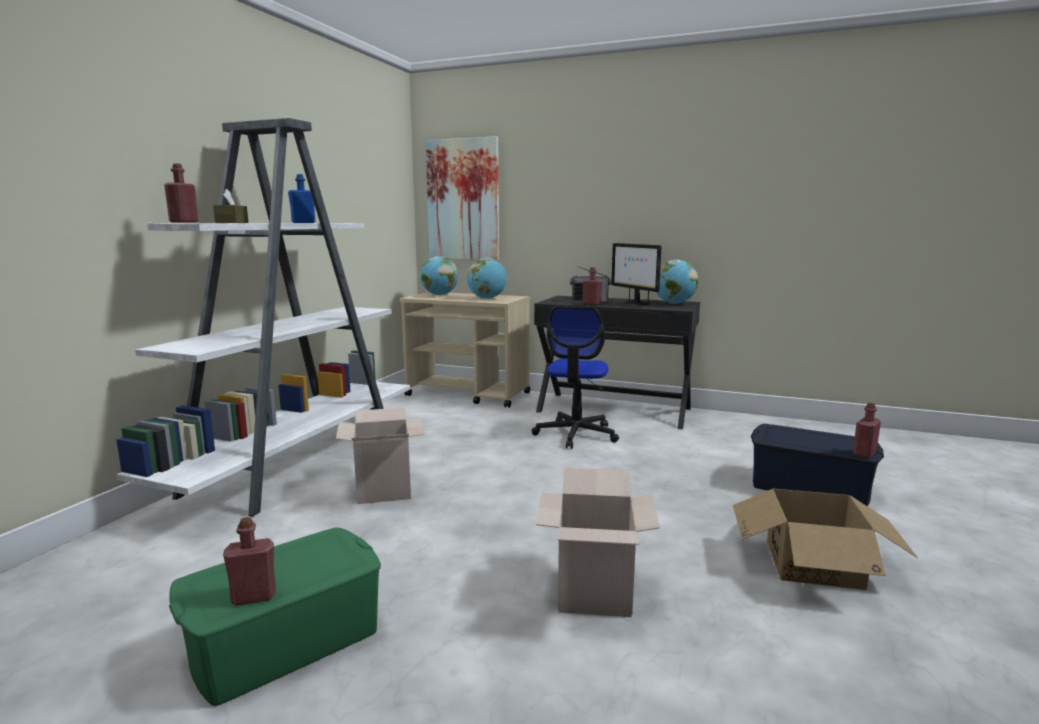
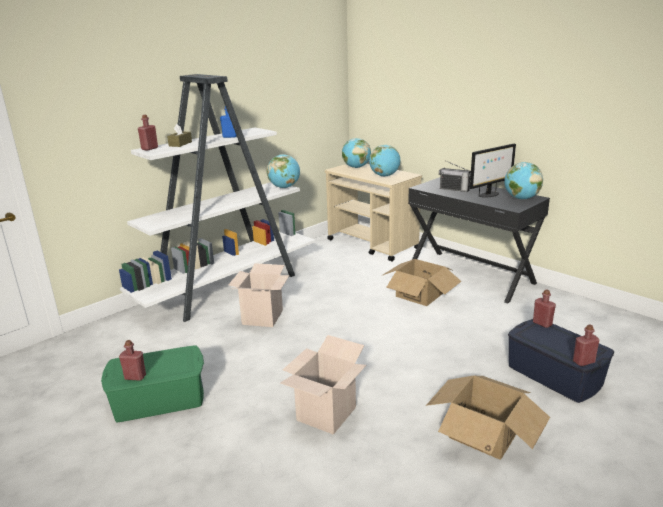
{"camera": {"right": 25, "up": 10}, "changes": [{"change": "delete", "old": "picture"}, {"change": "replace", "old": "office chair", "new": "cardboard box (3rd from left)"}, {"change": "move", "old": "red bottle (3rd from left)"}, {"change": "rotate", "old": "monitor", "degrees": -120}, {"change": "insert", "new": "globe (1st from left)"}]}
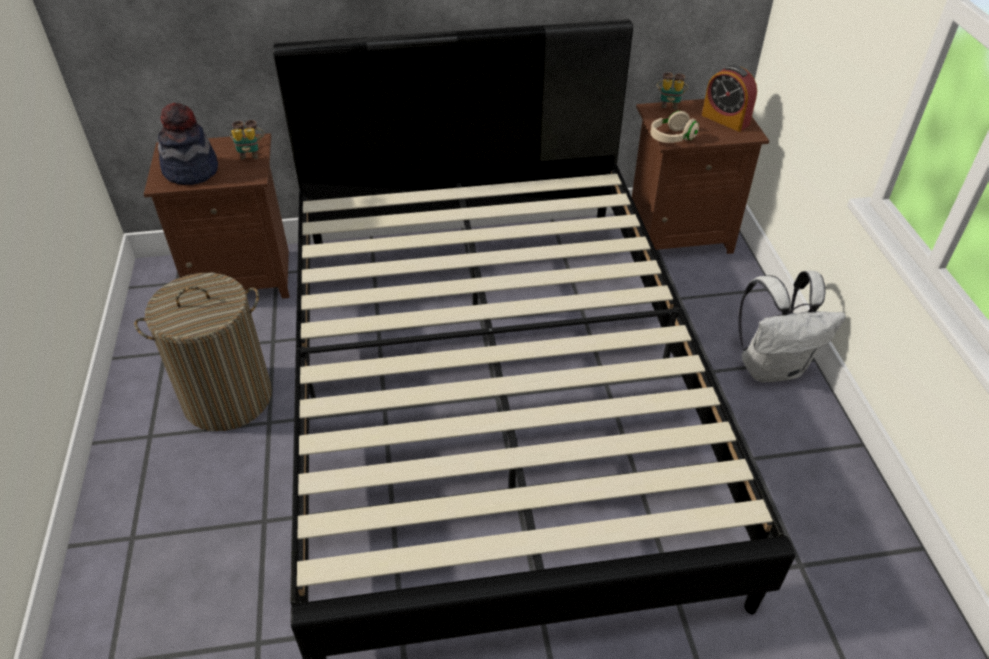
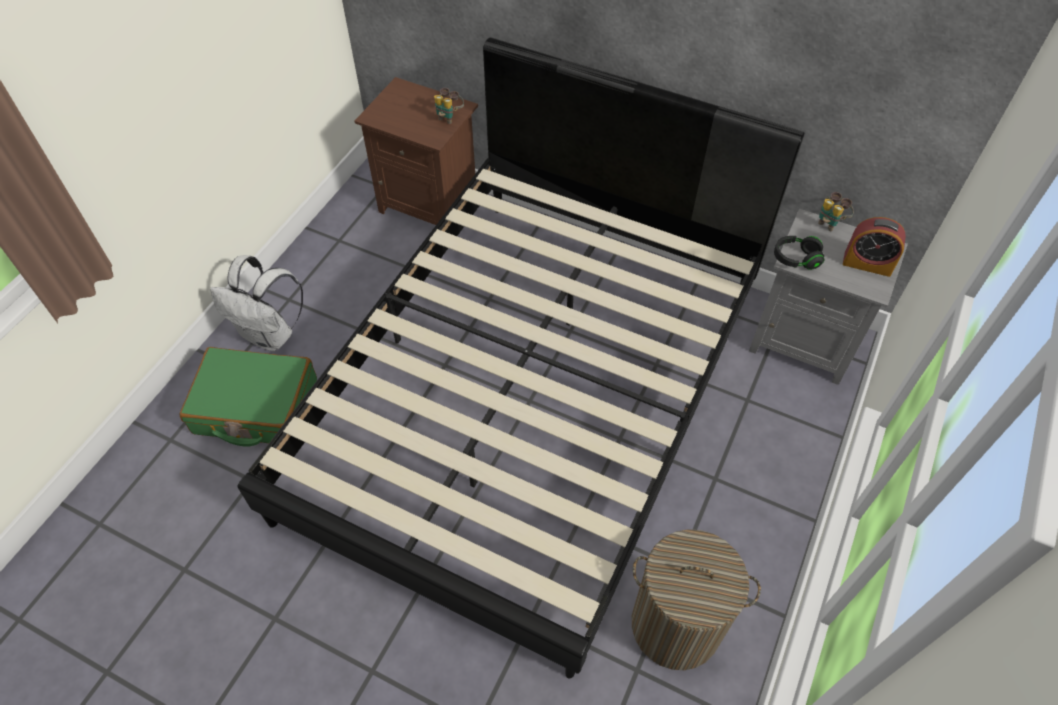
{"camera": {"right": 35, "up": 10}, "changes": [{"change": "move", "old": "laundry basket"}, {"change": "delete", "old": "hat"}, {"change": "recolor", "old": "brown nightstand (2nd from left)", "new": "grey nightstand"}, {"change": "recolor", "old": "beige headphones", "new": "black headphones"}, {"change": "rotate", "old": "alarm clock", "degrees": -60}, {"change": "move", "old": "white backpack"}, {"change": "insert", "new": "green suitcase"}]}
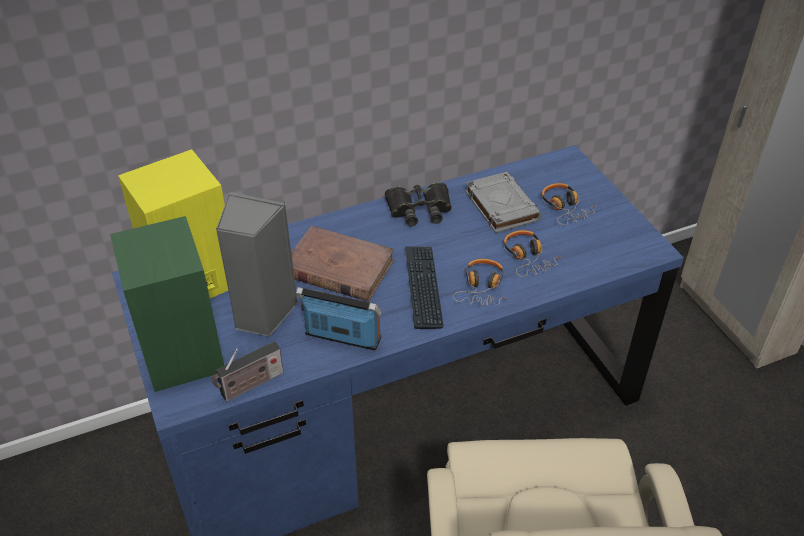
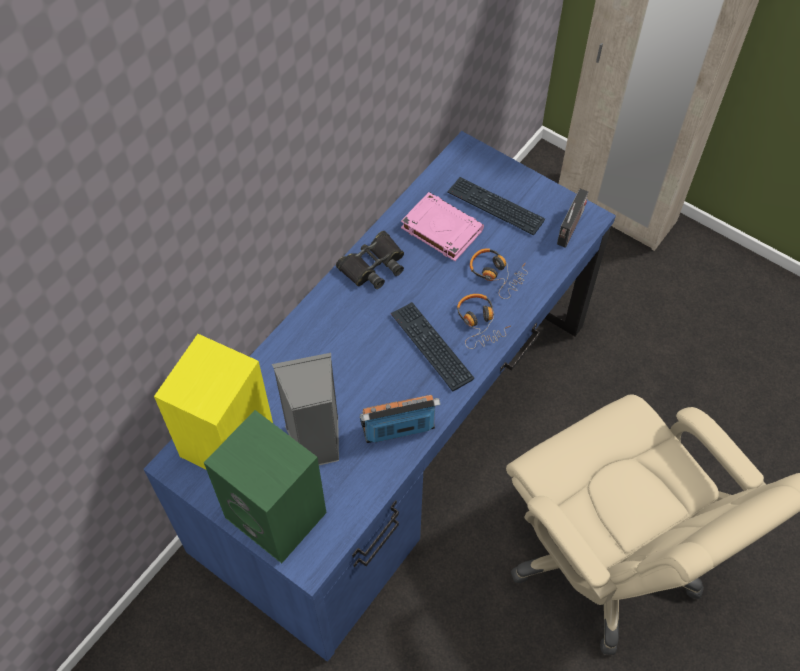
{"camera": {"right": -30, "up": 15}, "changes": [{"change": "move", "old": "radio (1st from left in the first image)", "new": "radio (2nd from left)"}, {"change": "delete", "old": "brown book"}, {"change": "recolor", "old": "grey book", "new": "pink book"}, {"change": "replace", "old": "headphones (3rd from left)", "new": "keyboard (2nd from left)"}]}
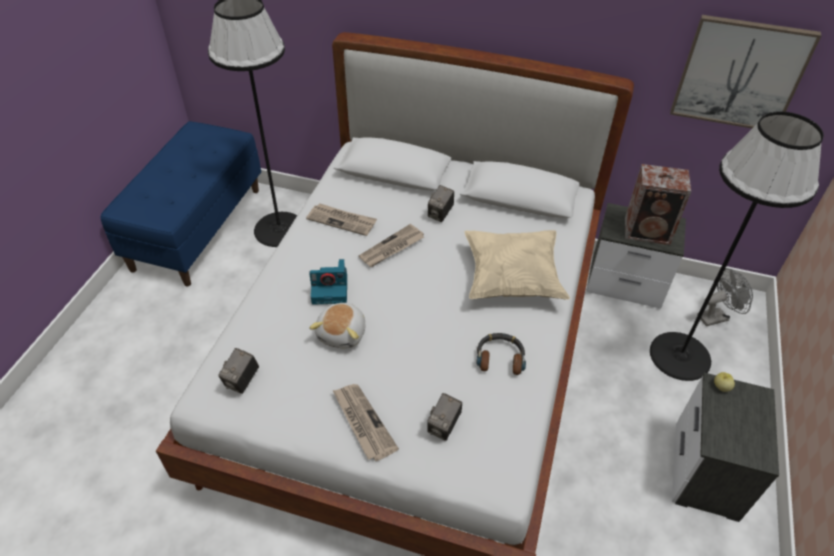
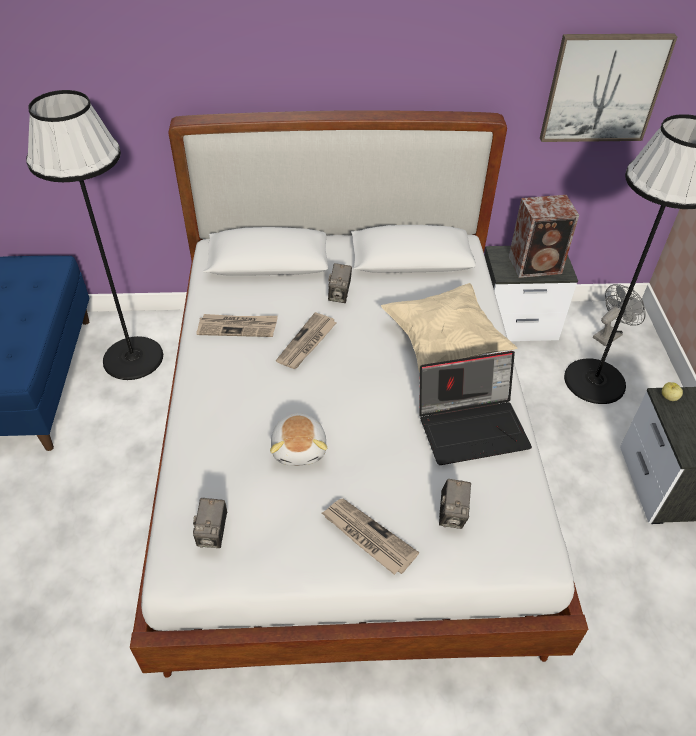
{"camera": {"right": -20, "up": 0}, "changes": [{"change": "delete", "old": "photo camera (2nd from left)"}, {"change": "replace", "old": "headphones", "new": "laptop"}]}
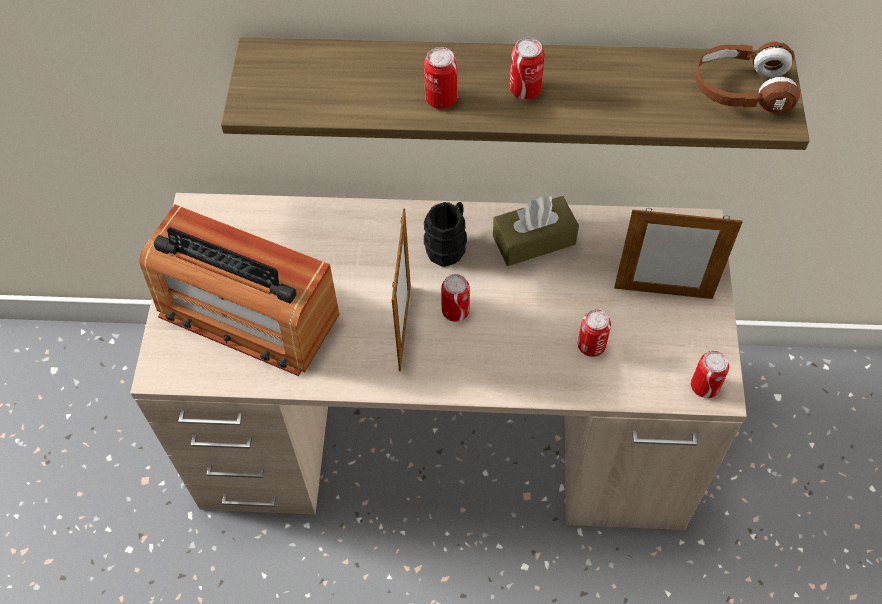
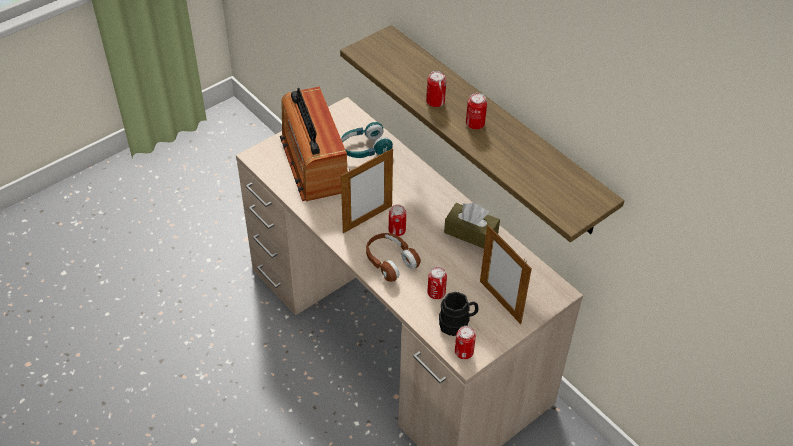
{"camera": {"right": 45, "up": -10}, "changes": [{"change": "move", "old": "black mug"}, {"change": "move", "old": "brown headphones"}, {"change": "insert", "new": "turquoise headphones"}]}
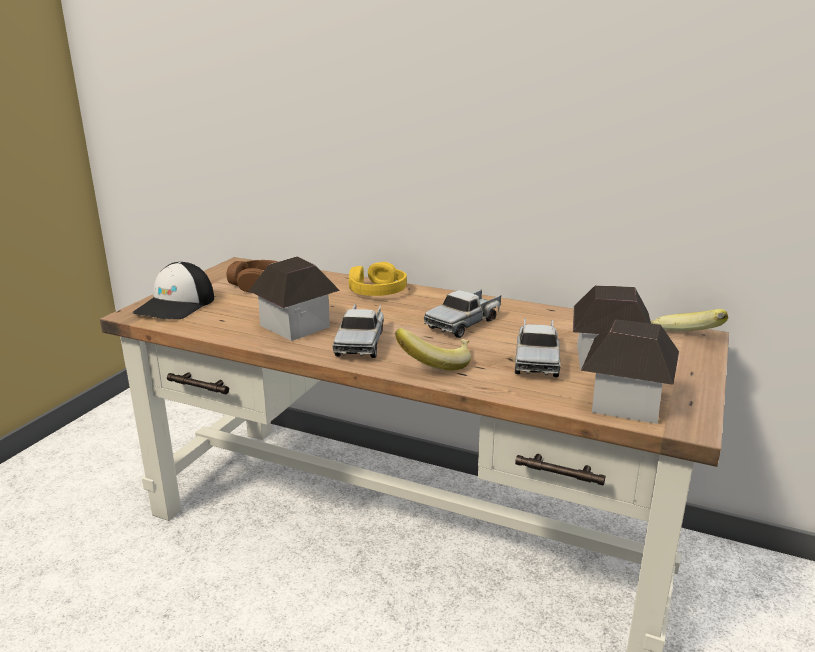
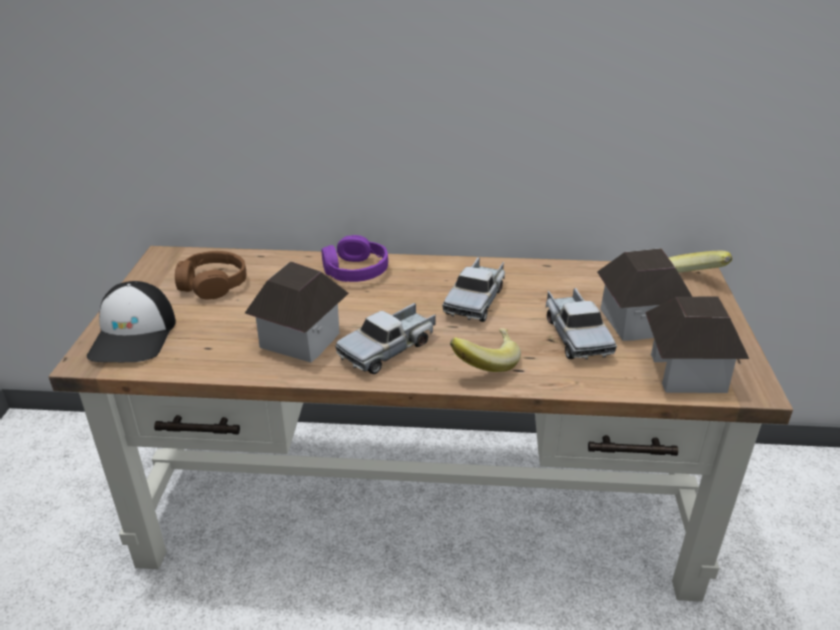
{"camera": {"right": -20, "up": 10}, "changes": [{"change": "rotate", "old": "toy truck (1st from left)", "degrees": 60}, {"change": "recolor", "old": "yellow headphones", "new": "purple headphones"}]}
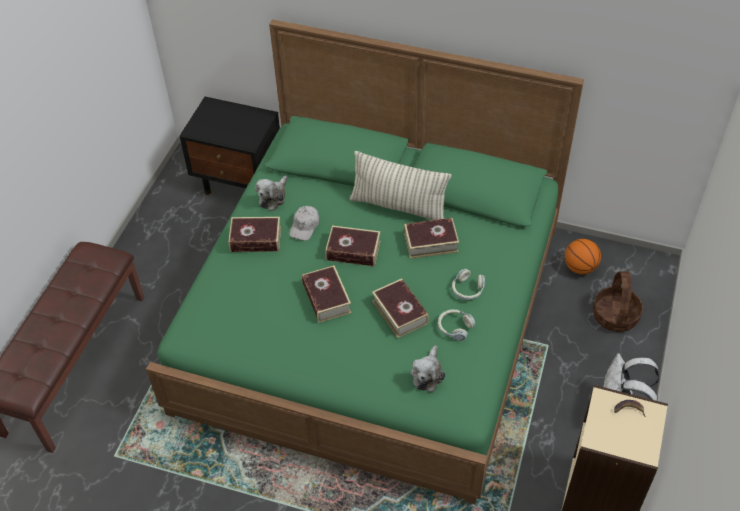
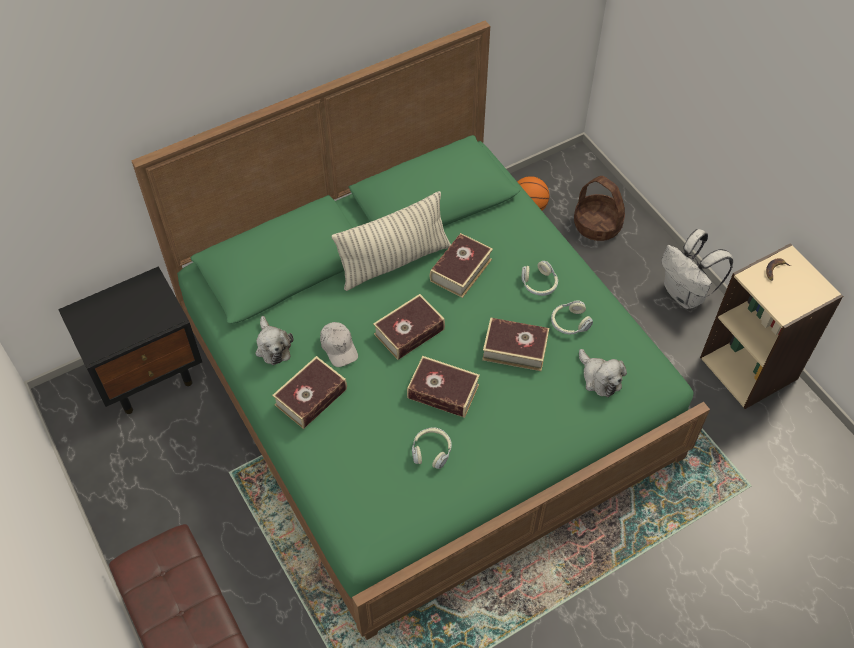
{"camera": {"right": -50, "up": 5}, "changes": [{"change": "insert", "new": "headphones (1st from left)"}]}
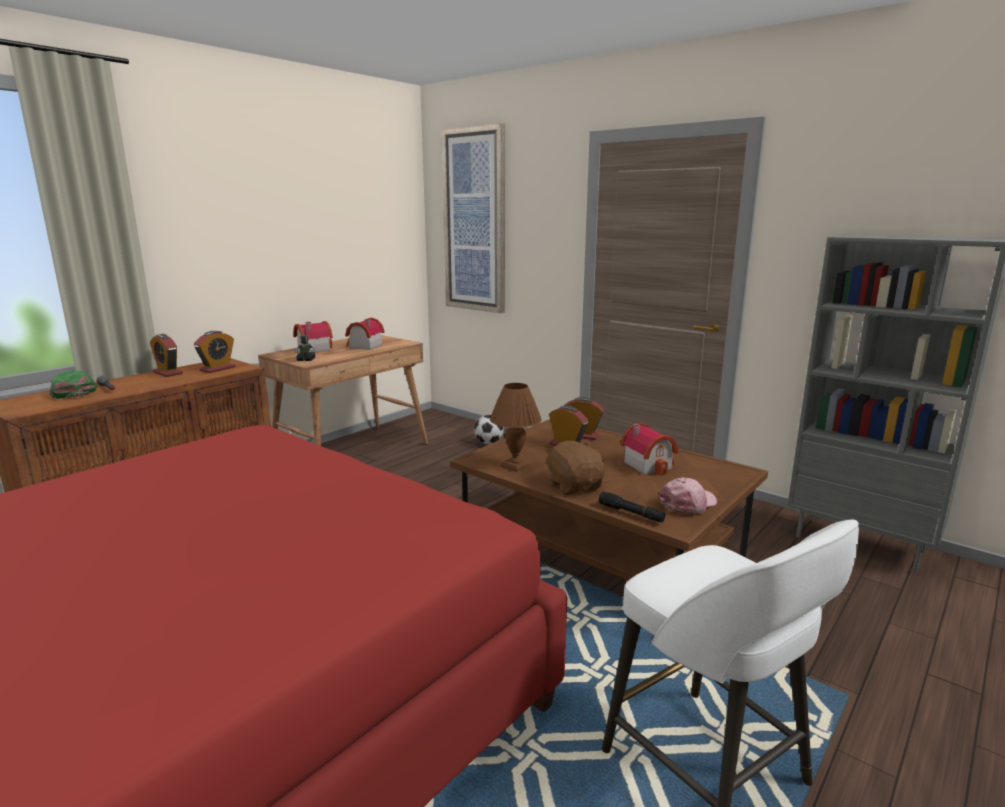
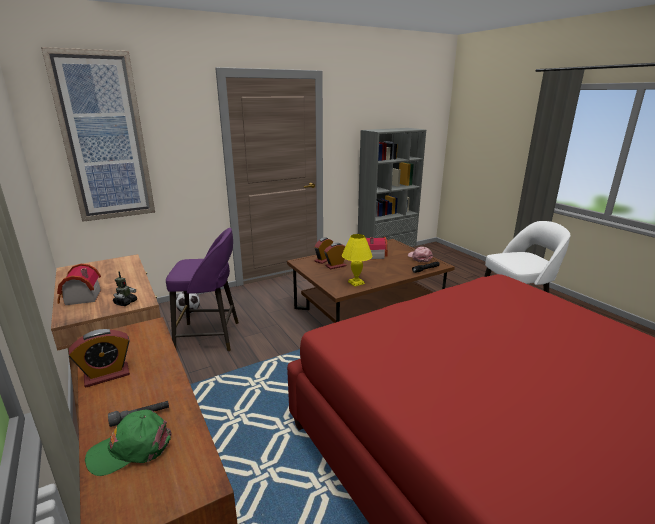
{"camera": {"right": -70, "up": 5}, "changes": [{"change": "delete", "old": "alarm clock (2nd from left)"}, {"change": "delete", "old": "toy house (2nd from left)"}, {"change": "recolor", "old": "brown table lamp", "new": "yellow table lamp"}, {"change": "delete", "old": "brown plush toy"}, {"change": "insert", "new": "purple stool"}]}
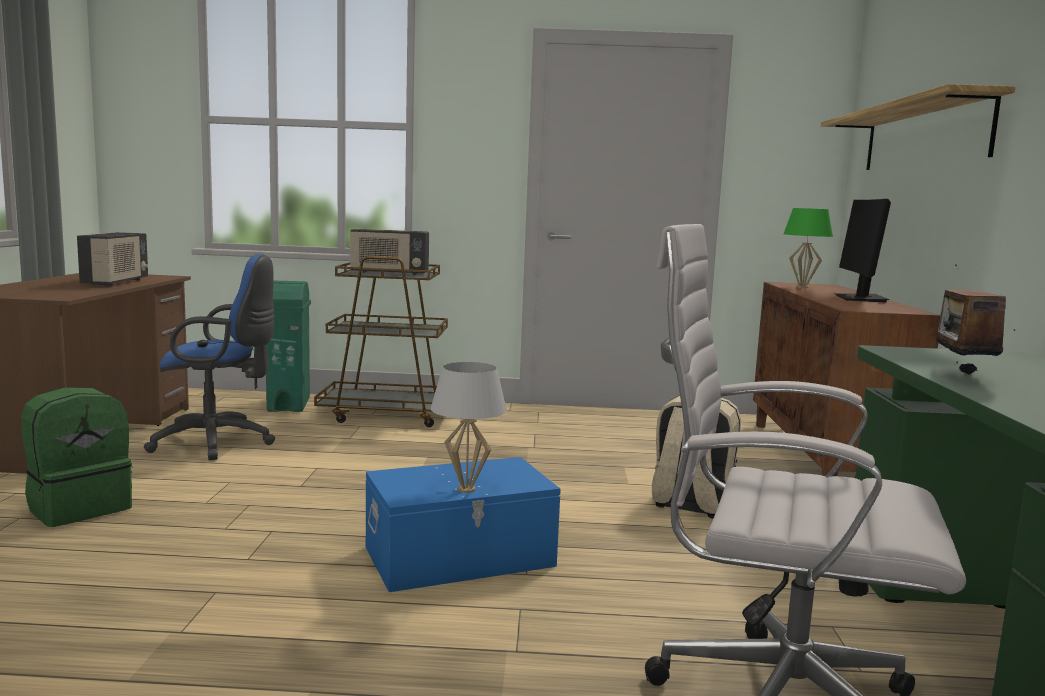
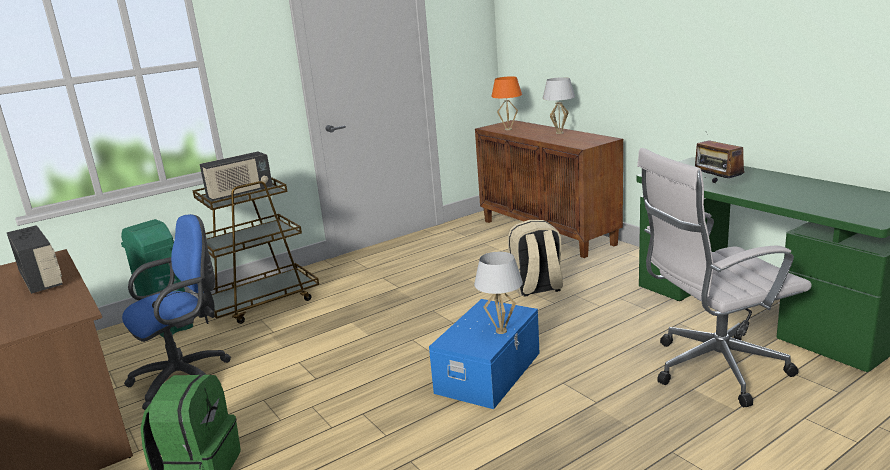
{"camera": {"right": -35, "up": 10}, "changes": [{"change": "recolor", "old": "green table lamp", "new": "orange table lamp"}, {"change": "delete", "old": "shelf"}, {"change": "replace", "old": "monitor", "new": "white table lamp (2nd from left)"}]}
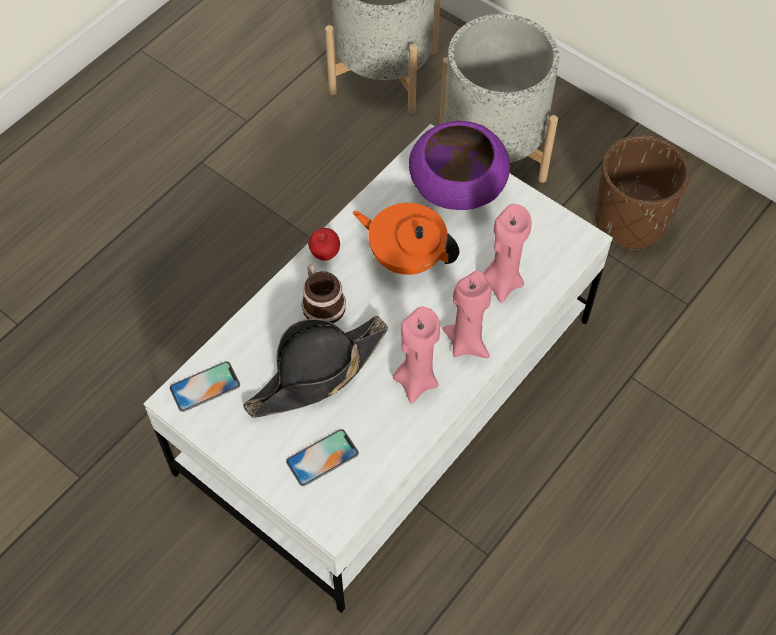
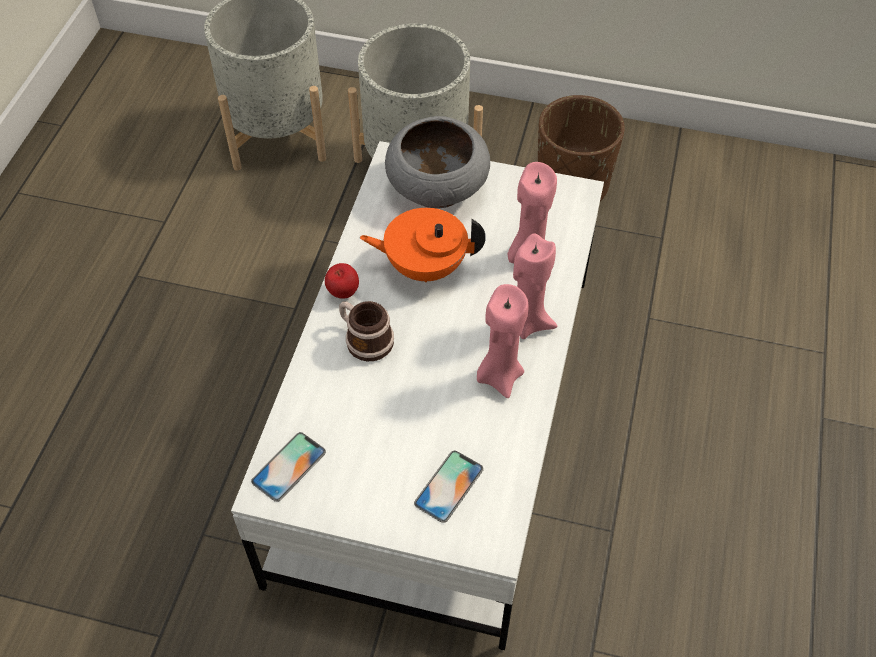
{"camera": {"right": -25, "up": -5}, "changes": [{"change": "delete", "old": "black hat"}, {"change": "recolor", "old": "purple bowl", "new": "grey bowl"}]}
